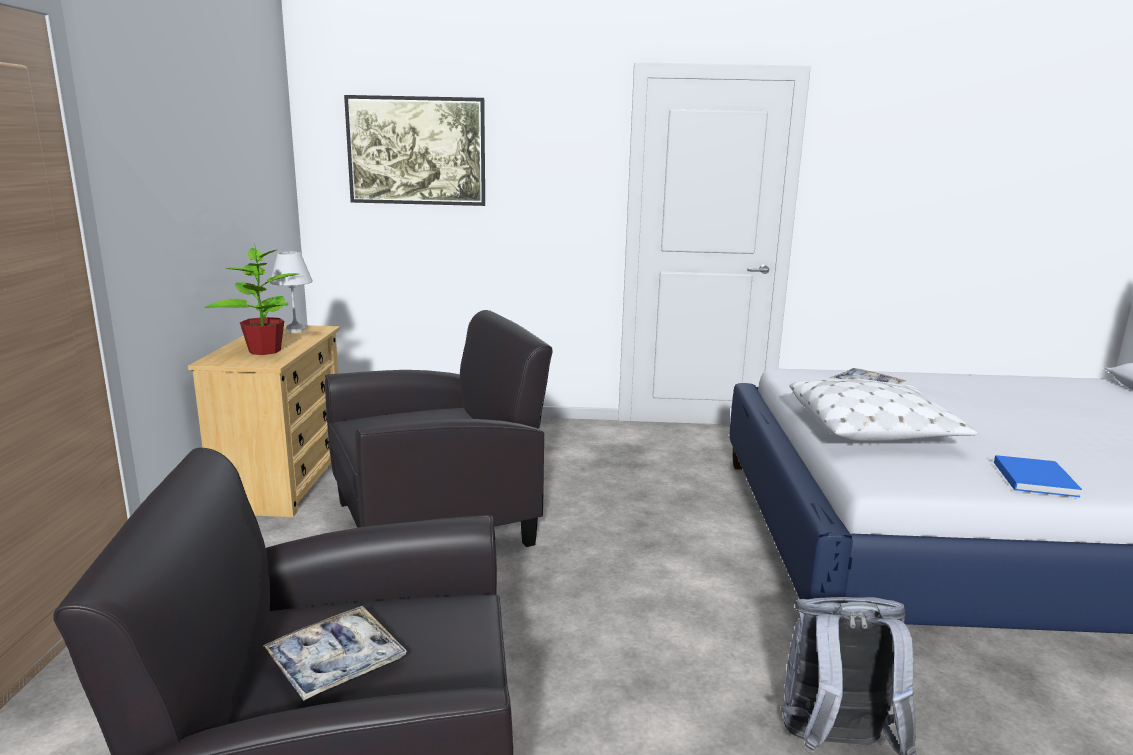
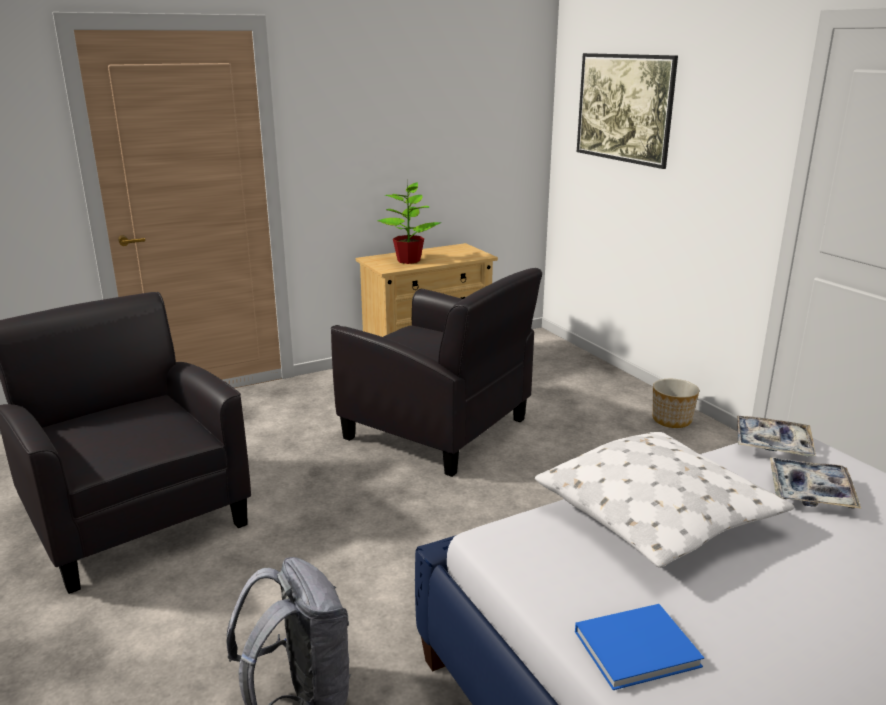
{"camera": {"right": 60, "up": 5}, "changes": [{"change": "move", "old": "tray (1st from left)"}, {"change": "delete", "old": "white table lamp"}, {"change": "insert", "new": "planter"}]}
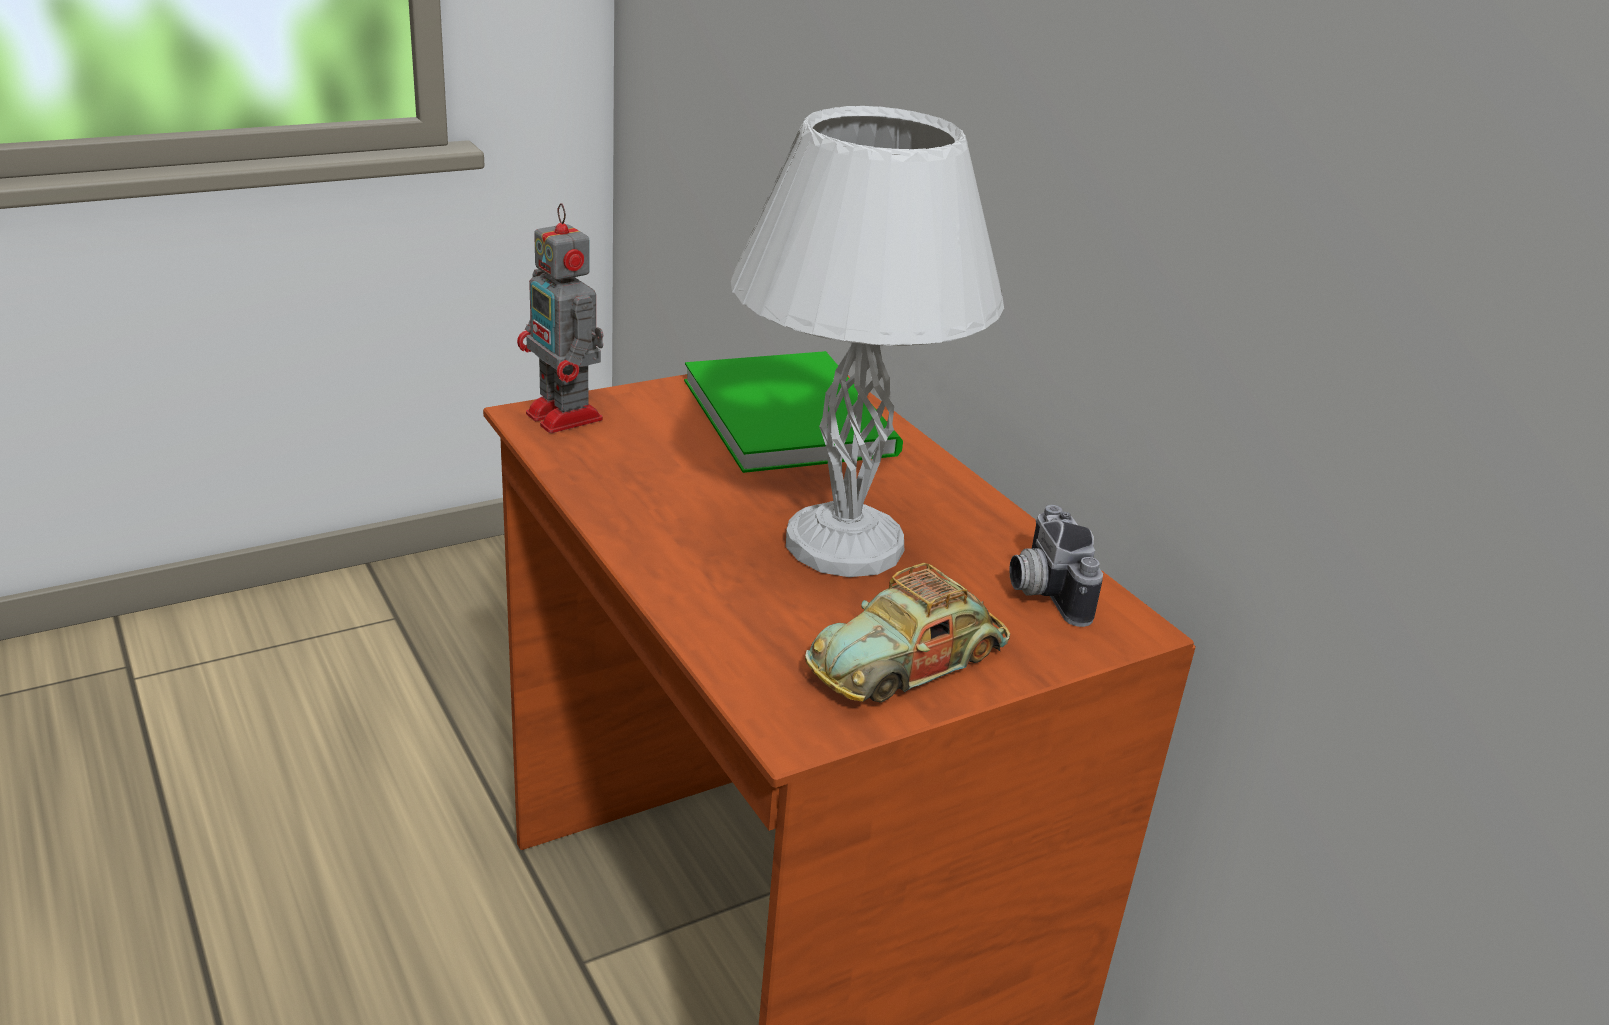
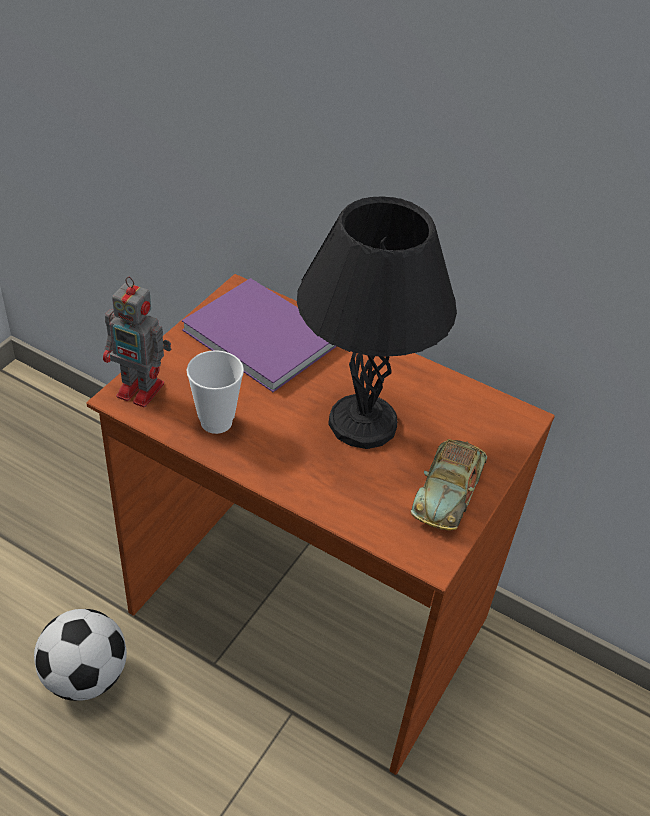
{"camera": {"right": -30, "up": 15}, "changes": [{"change": "recolor", "old": "green book", "new": "purple book"}, {"change": "recolor", "old": "white table lamp", "new": "black table lamp"}, {"change": "delete", "old": "photo camera"}, {"change": "insert", "new": "football"}, {"change": "insert", "new": "cup"}]}
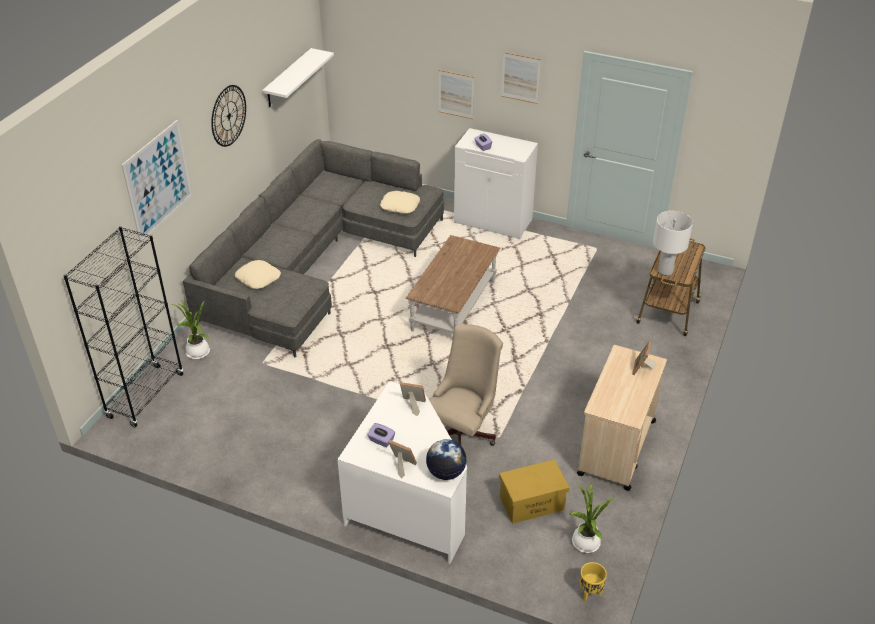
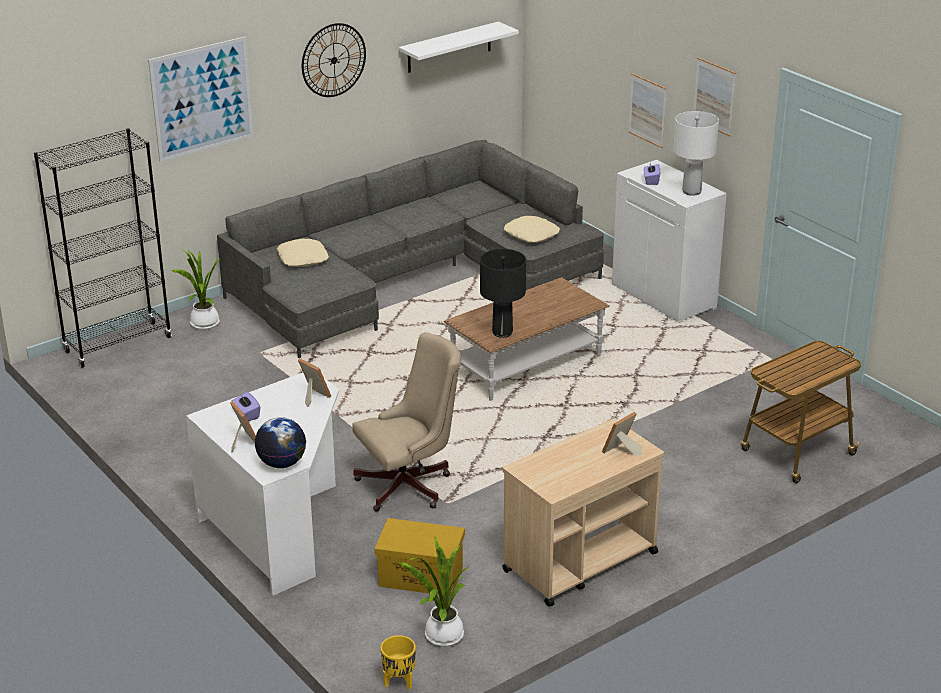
{"camera": {"right": 30, "up": -10}, "changes": [{"change": "move", "old": "white table lamp"}, {"change": "insert", "new": "black table lamp"}]}
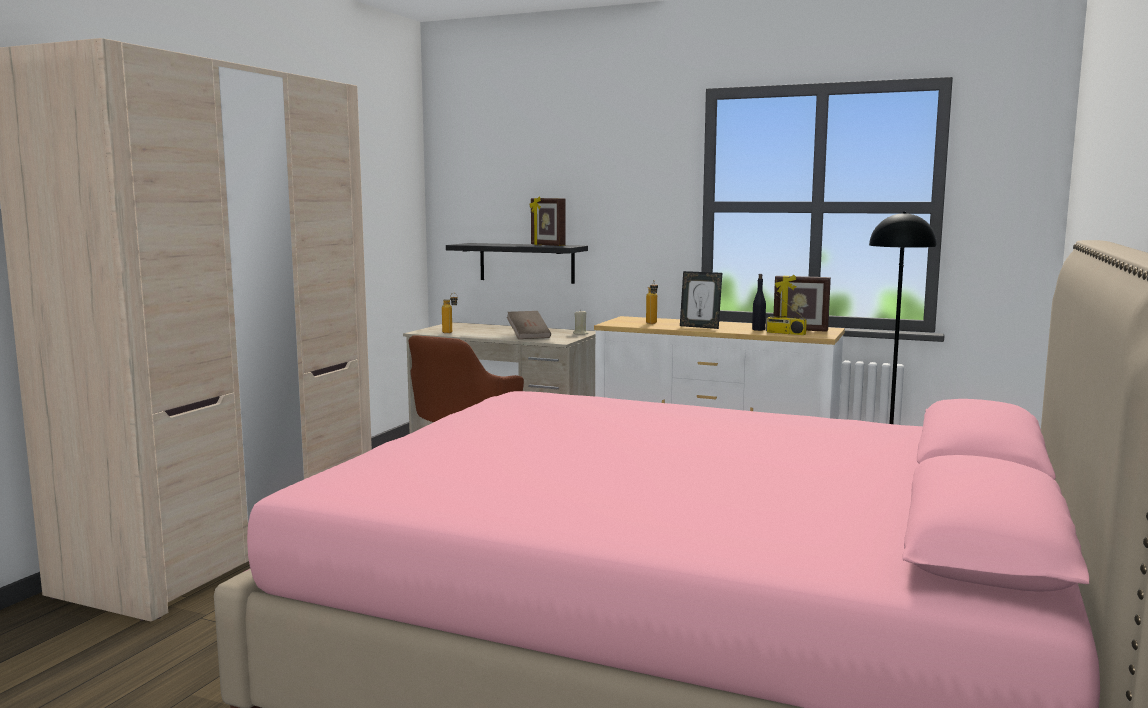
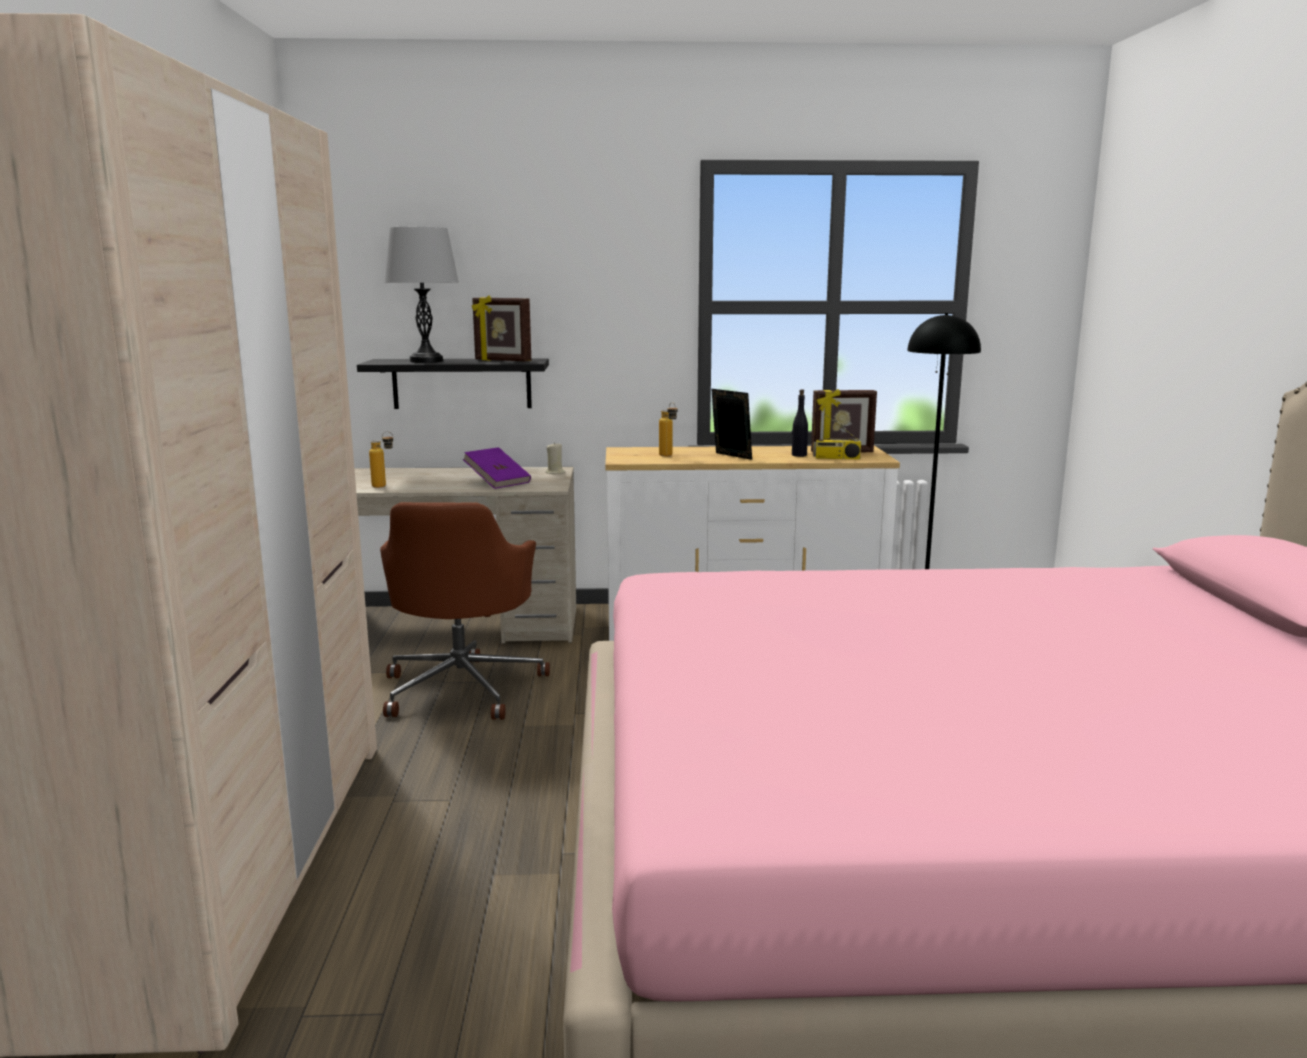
{"camera": {"right": -25, "up": 5}, "changes": [{"change": "recolor", "old": "brown book", "new": "purple book"}, {"change": "rotate", "old": "picture frame (2nd from left)", "degrees": -135}, {"change": "insert", "new": "grey table lamp"}]}
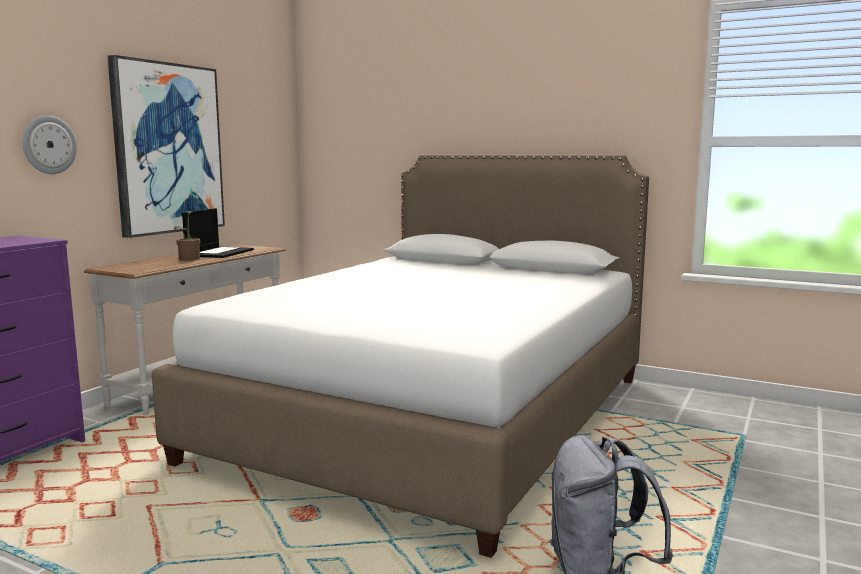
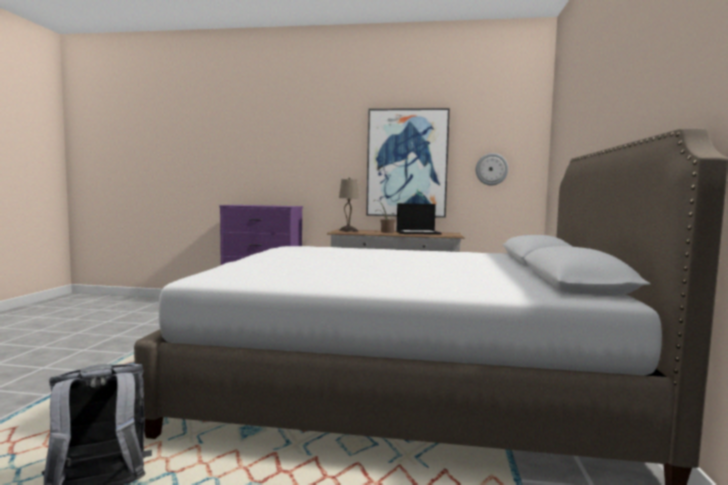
{"camera": {"right": 70, "up": -5}, "changes": [{"change": "move", "old": "wall clock"}, {"change": "insert", "new": "beige table lamp"}]}
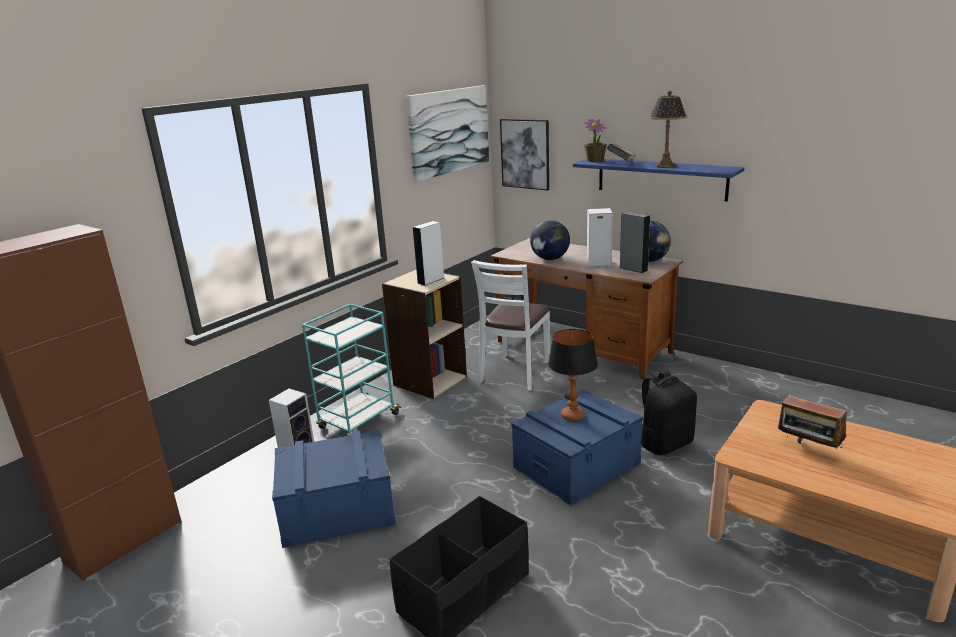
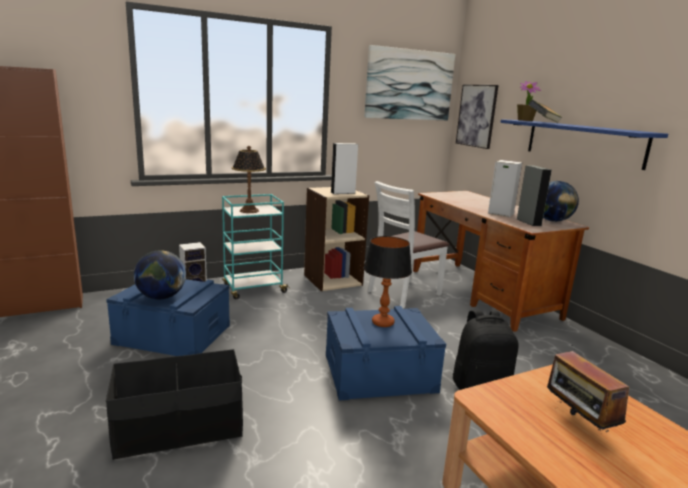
{"camera": {"right": 25, "up": -5}, "changes": [{"change": "move", "old": "globe (1st from left)"}, {"change": "move", "old": "table lamp (2nd from left in the first image)", "new": "table lamp (1st from left)"}]}
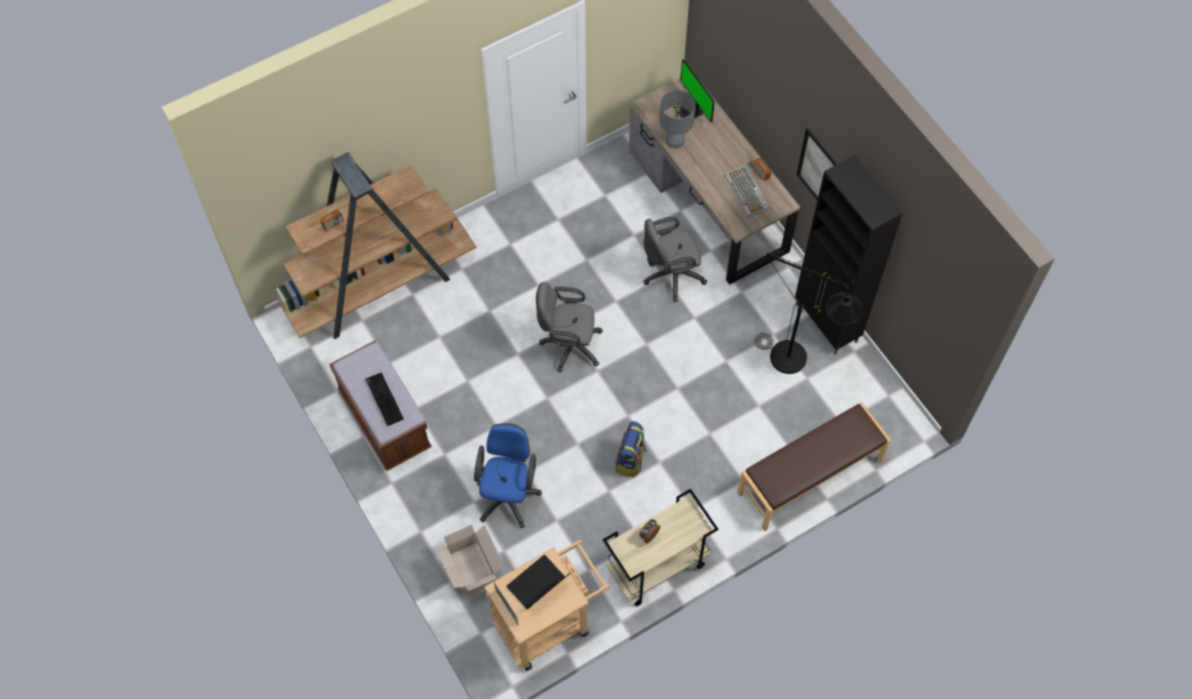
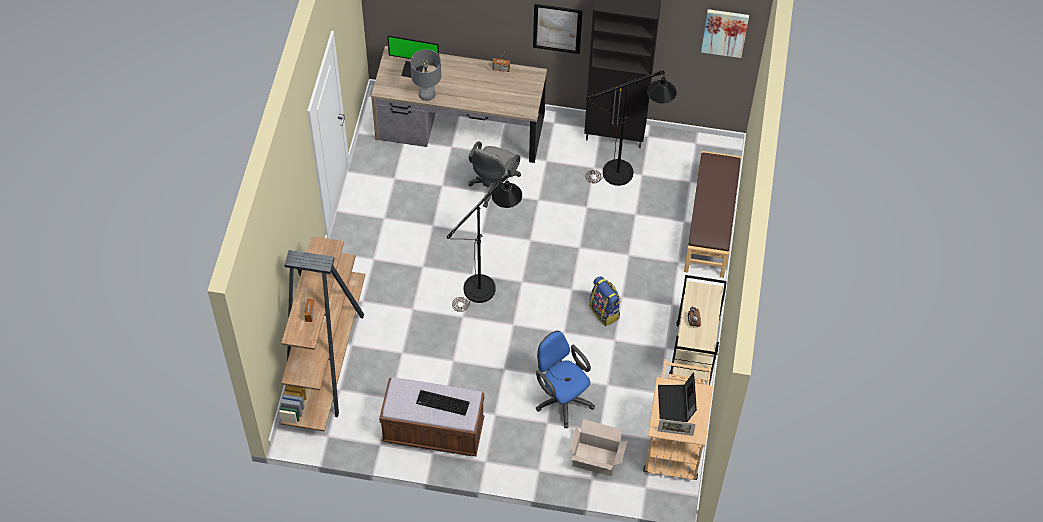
{"camera": {"right": -50, "up": -5}, "changes": [{"change": "replace", "old": "grey office chair (1st from left)", "new": "black floor lamp (1st from left)"}, {"change": "delete", "old": "keyboard (2nd from left)"}, {"change": "insert", "new": "picture (2nd from left)"}]}
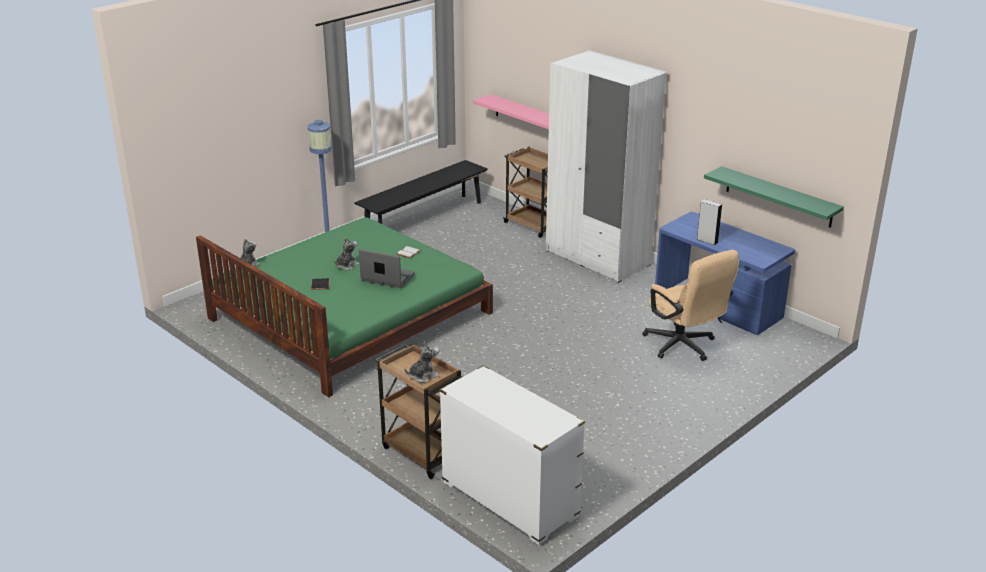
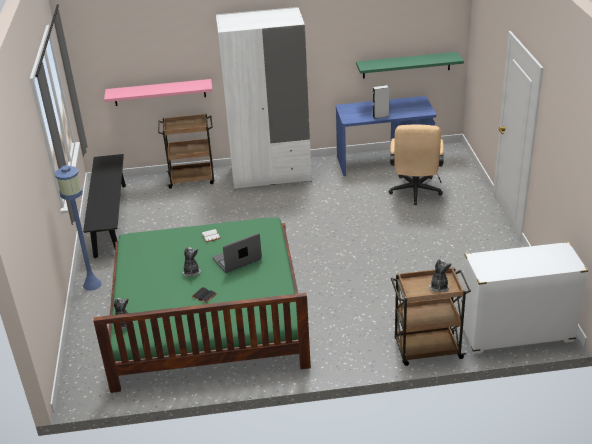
{"camera": {"right": -50, "up": 5}, "changes": [{"change": "rotate", "old": "beige office chair", "degrees": 90}]}
